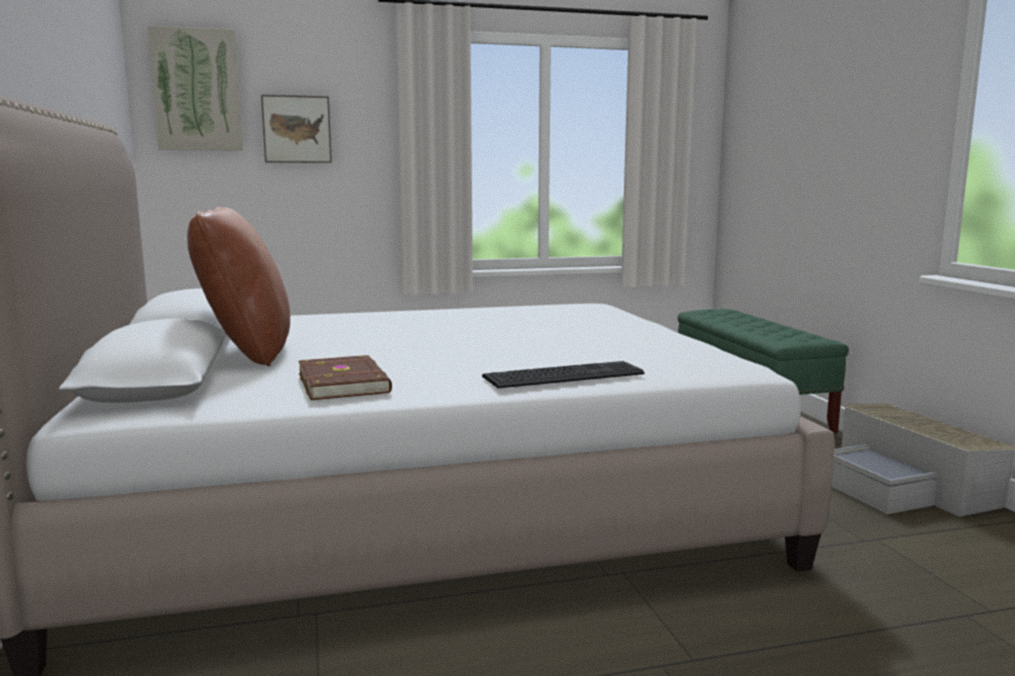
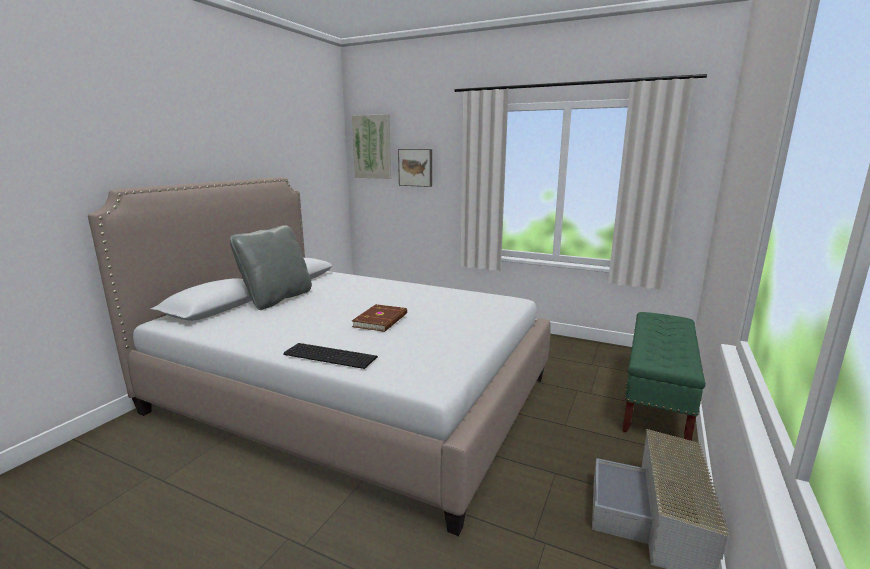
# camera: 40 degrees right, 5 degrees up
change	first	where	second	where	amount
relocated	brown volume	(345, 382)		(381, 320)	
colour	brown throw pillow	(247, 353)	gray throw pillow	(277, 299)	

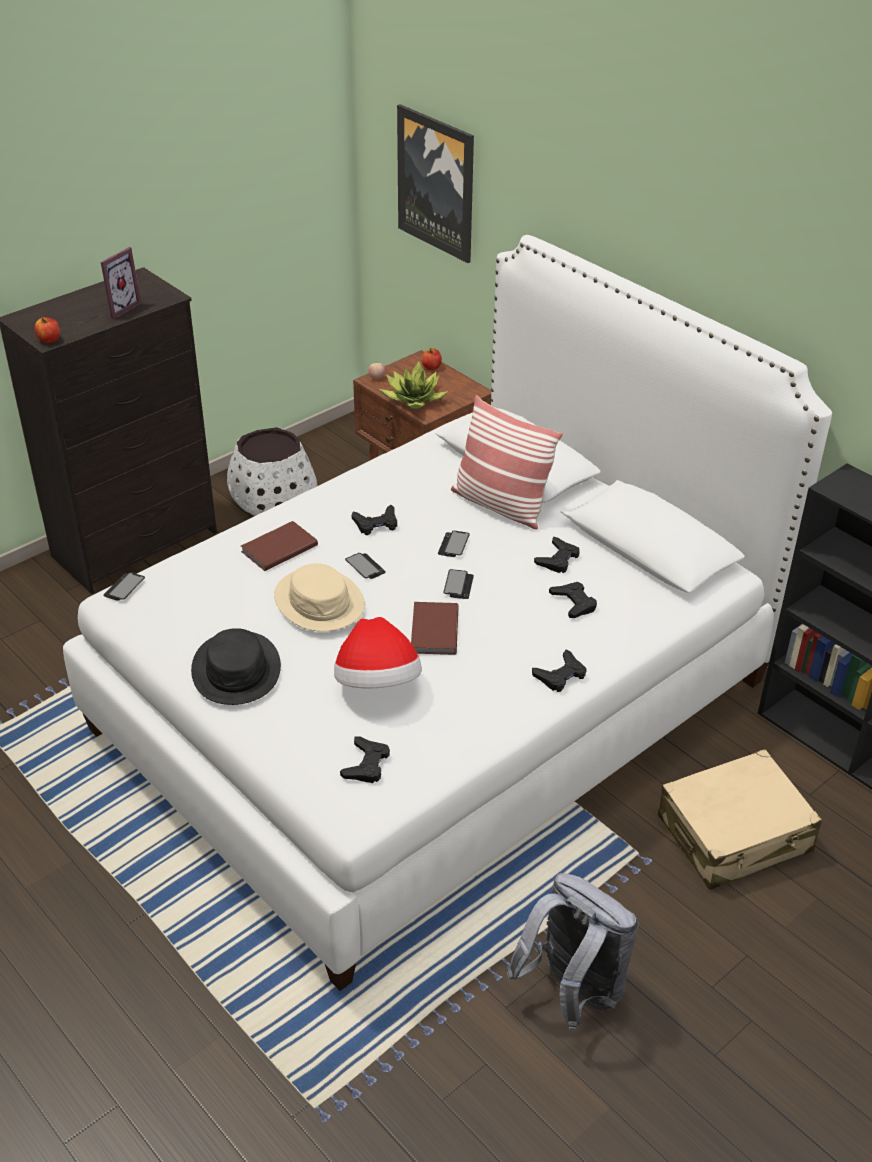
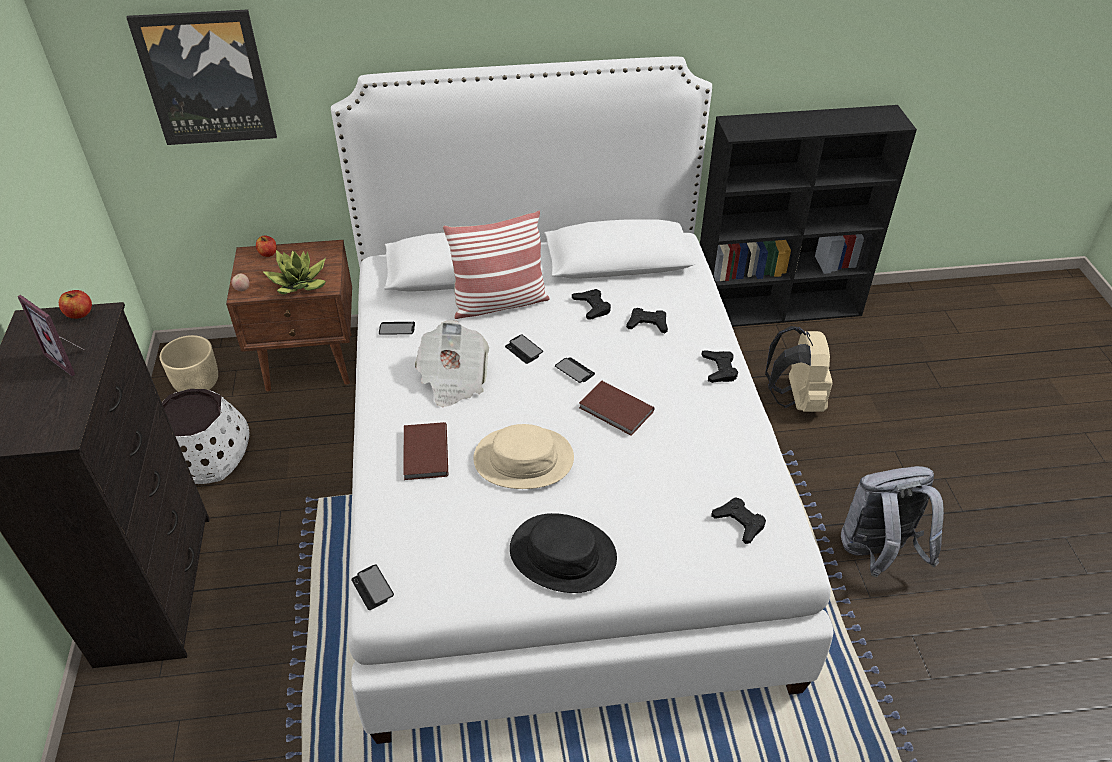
# camera: 55 degrees left, 5 degrees up
change	first	where	second	where	amount
missing	wearable hat	(378, 684)			
appeared			sand-coloured flower pot	(197, 383)	
relocated	whole apple	(49, 340)		(79, 313)	
relocated	telephone	(365, 567)		(397, 329)	
exchanged	black gamepad	(376, 524)	newspaper	(453, 379)	
exchanged	sand-coloured piece of luggage	(734, 834)	sand-coloured knapsack	(796, 399)	
spun	picture frame	(118, 308)		(71, 358)	150 degrees clockwise

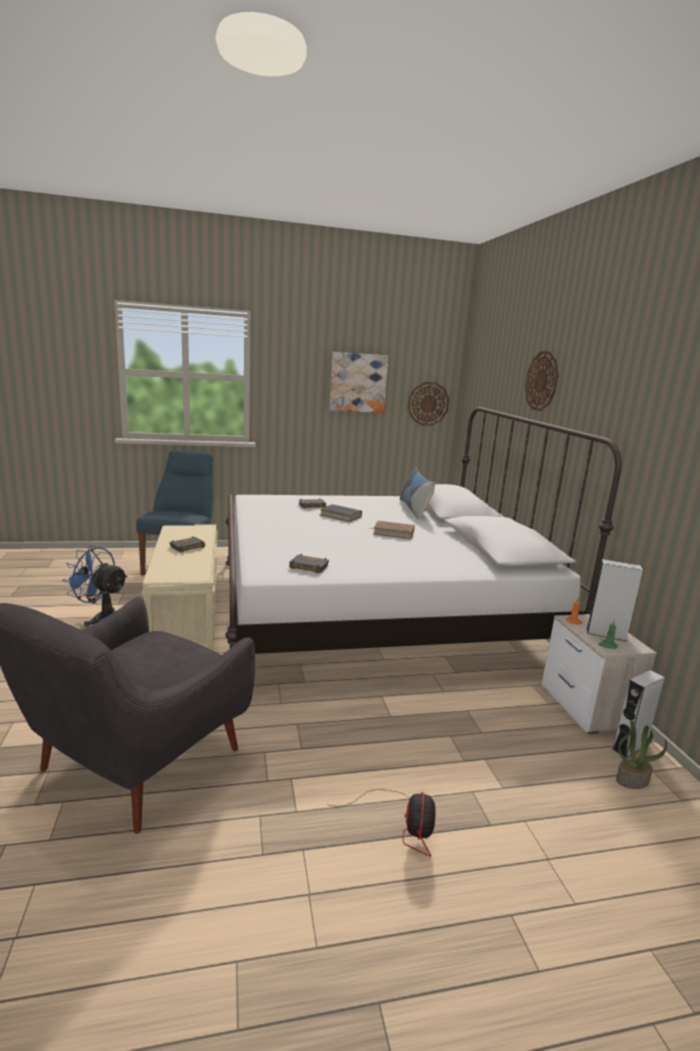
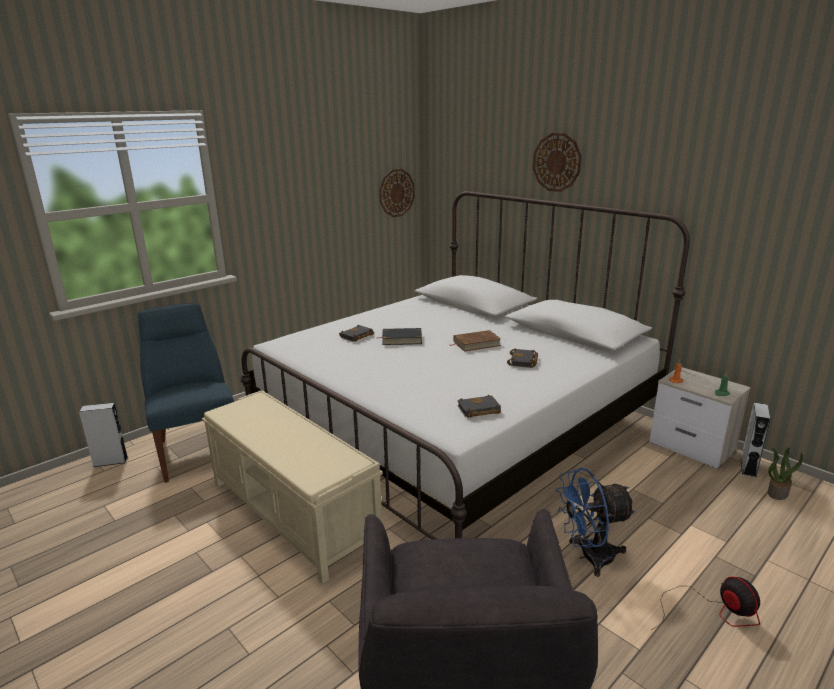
# camera: 30 degrees left, 5 degrees up
change	first	where	second	where	amount
missing	wall picture	(358, 382)			
missing	throw pillow	(414, 509)			
relocated	blue-coloured fan	(102, 619)		(589, 557)	
relocated	black volume	(187, 547)		(523, 361)	
relocated	gray loudspeaker	(606, 634)		(110, 461)	

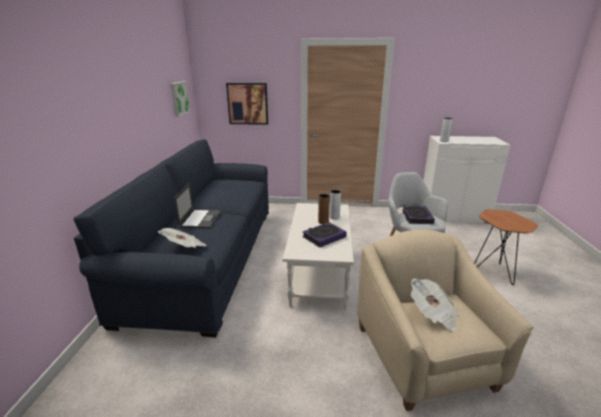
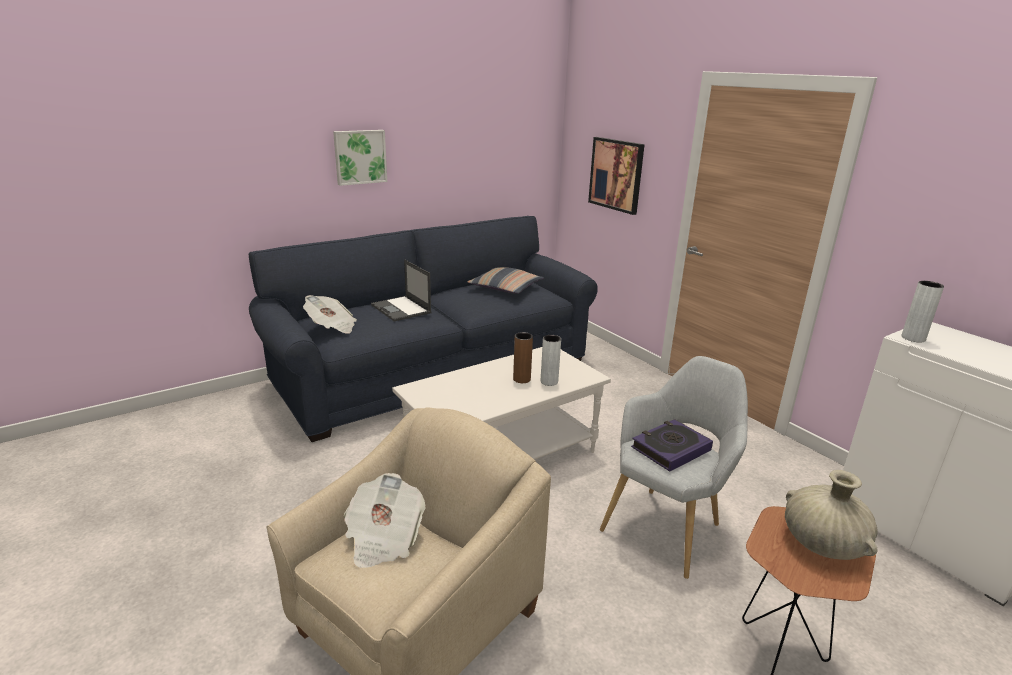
# camera: 50 degrees right, 0 degrees up
change	first	where	second	where	amount
missing	volume	(324, 237)			
appeared			throw pillow	(505, 288)	
appeared			sand-coloured decorative vase	(822, 543)	
relocated	wall picture	(179, 98)		(360, 157)	
spun	portable computer	(200, 219)		(401, 309)	90 degrees clockwise

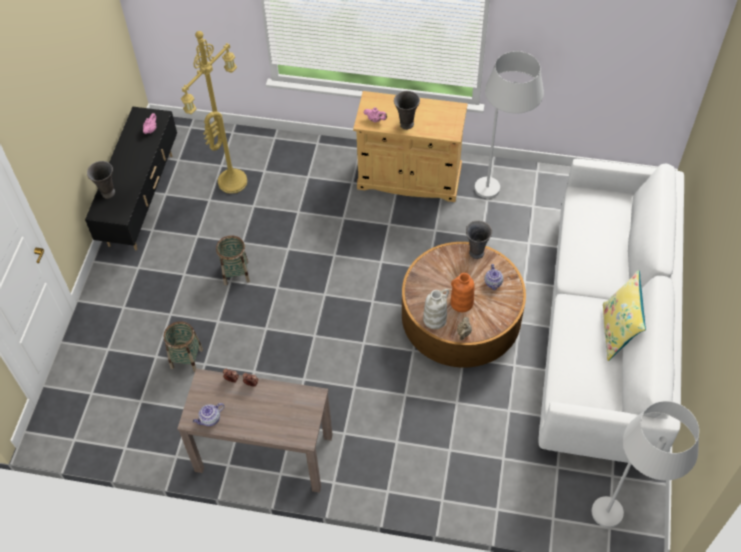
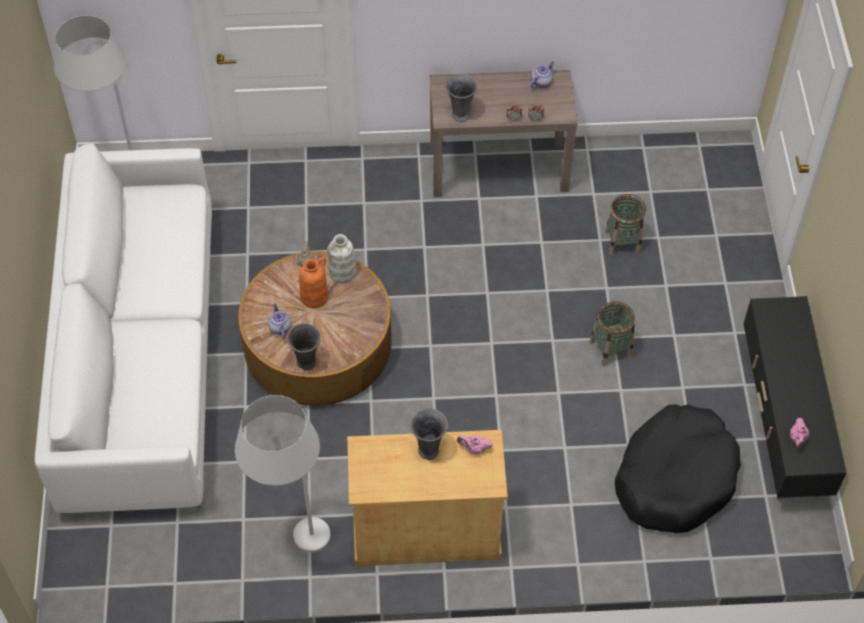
# camera: 165 degrees right, 0 degrees up
change	first	where	second	where	amount
missing	yellowish throw pillow	(617, 332)			
relocated	gray decorative vase	(107, 193)		(460, 114)	
exchanged	yellowish standard lamp	(231, 180)	black pet bed	(675, 477)	

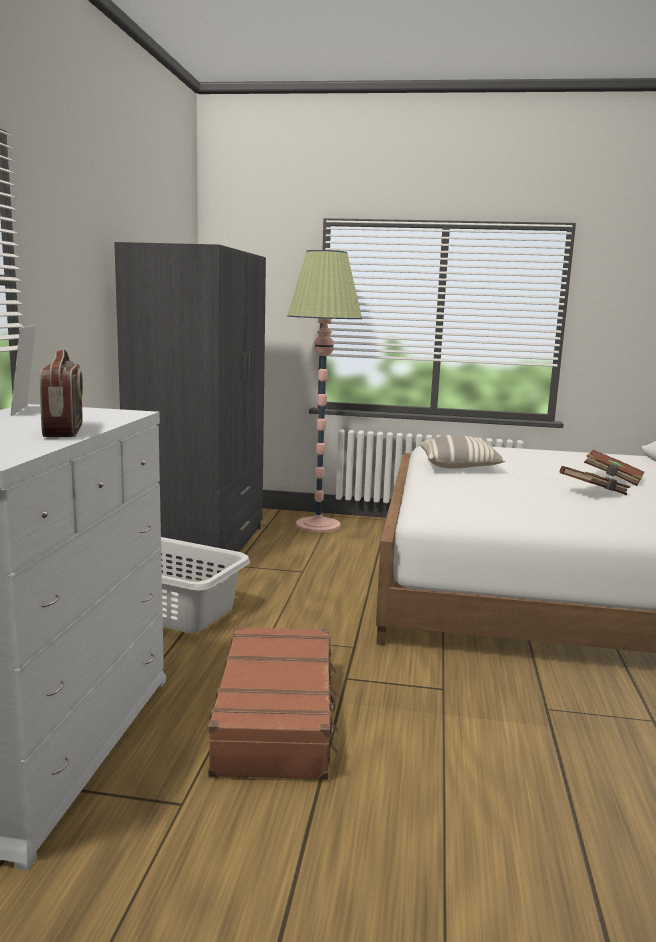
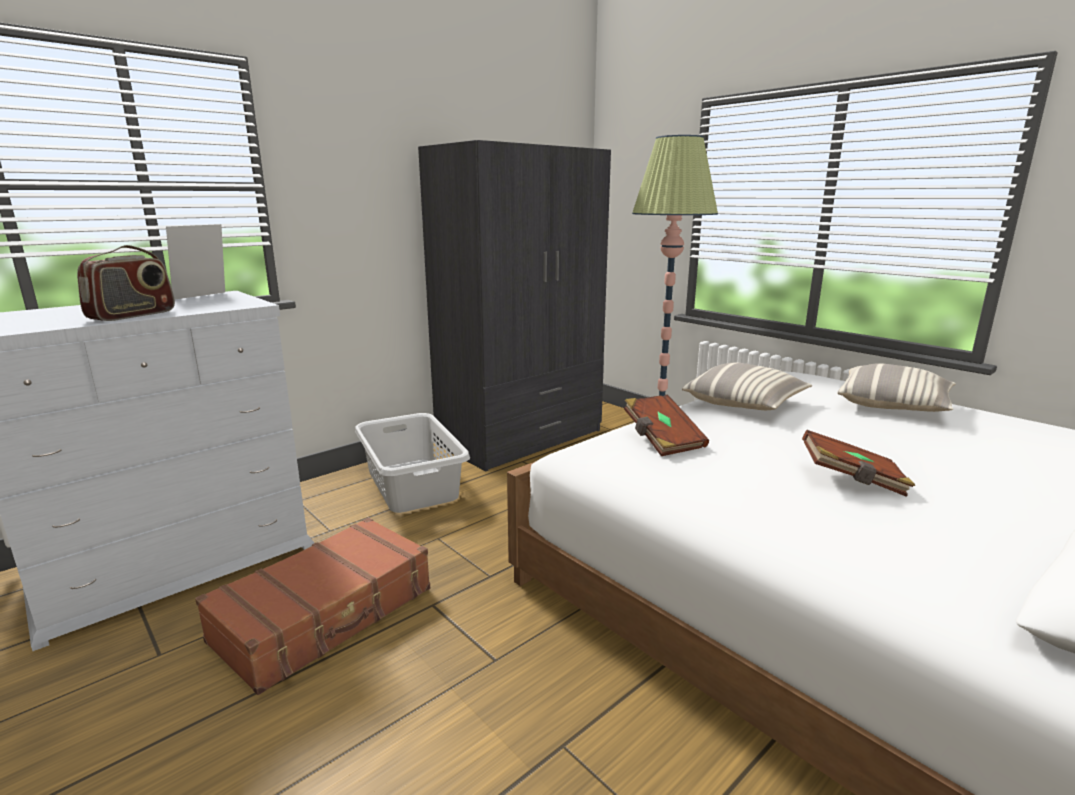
# camera: 40 degrees right, 5 degrees up
change	first	where	second	where	amount
appeared			throw pillow	(893, 406)	
relocated	brown volume	(612, 479)		(662, 440)	

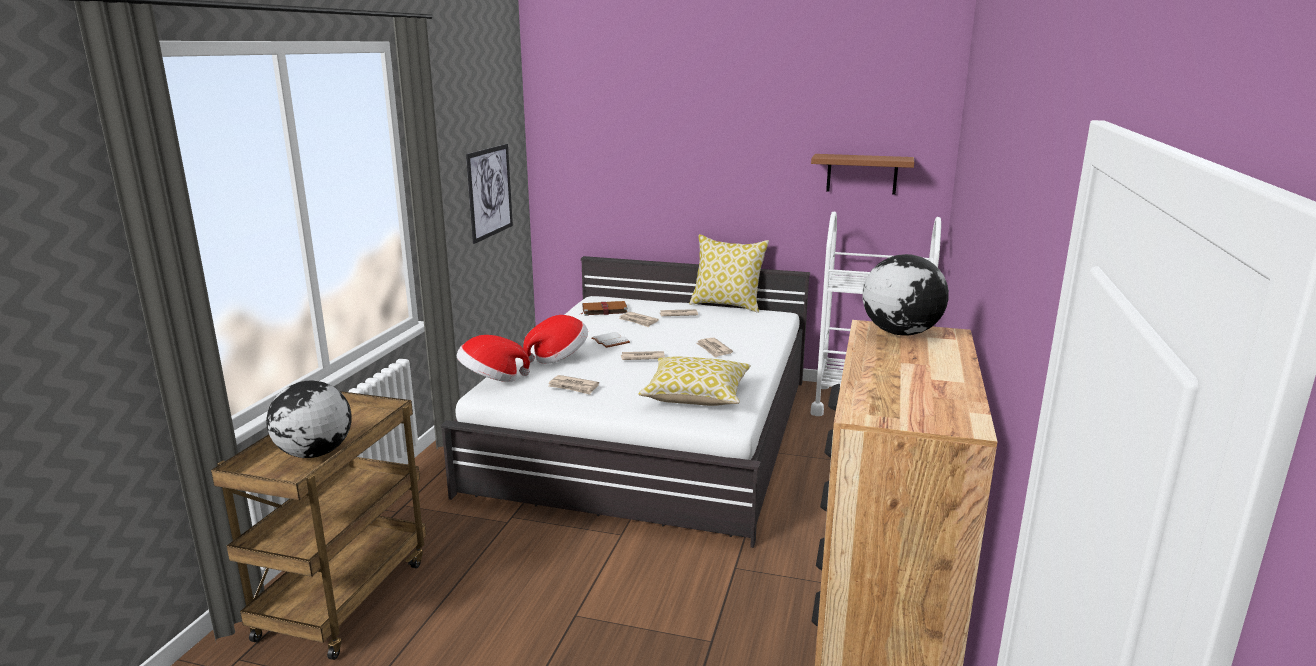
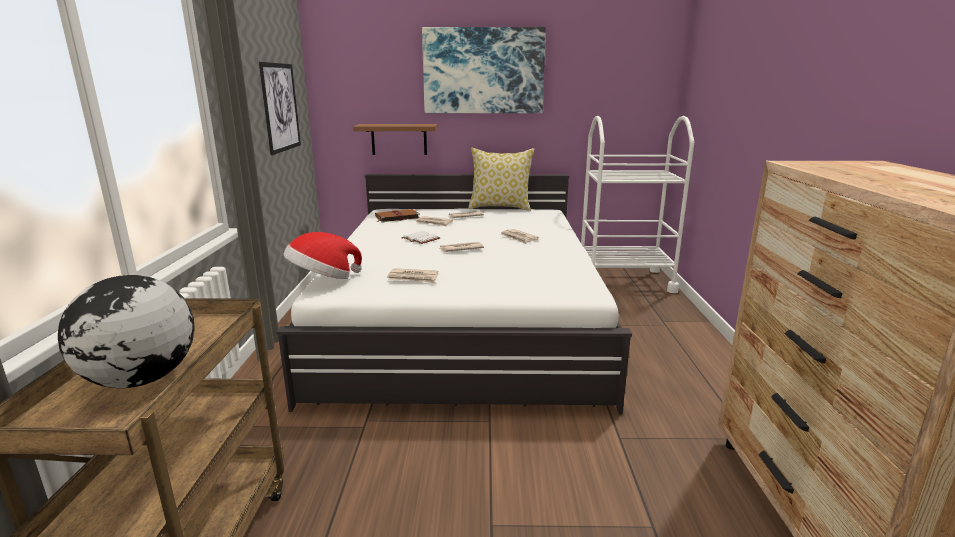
# camera: 15 degrees left, 0 degrees up
change	first	where	second	where	amount
missing	wearable hat	(558, 357)			
missing	throw pillow	(696, 396)			
missing	desk globe	(900, 333)			
appeared			wall picture	(483, 71)	
relocated	brown shelf	(862, 174)		(399, 139)	

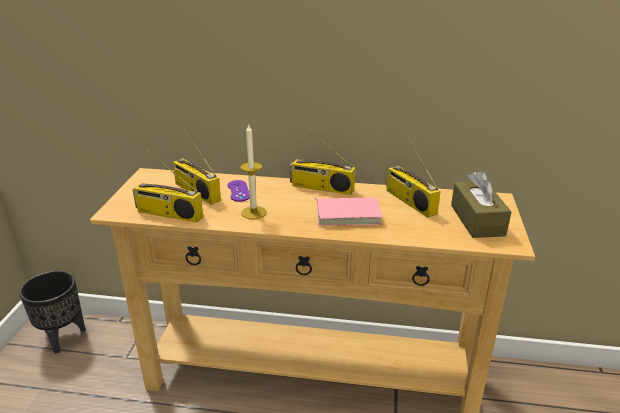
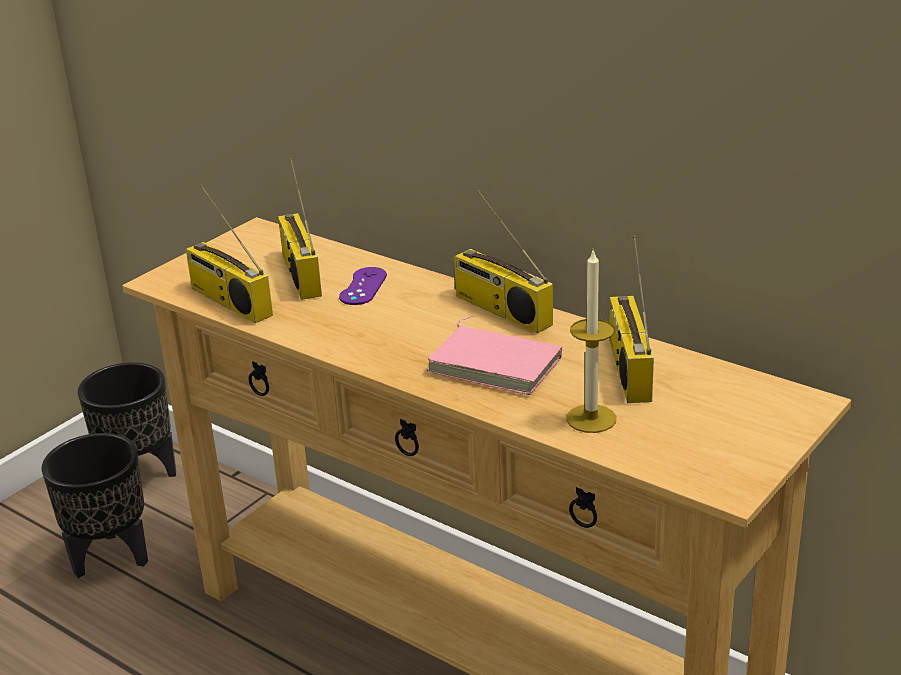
# camera: 30 degrees right, 0 degrees up
change	first	where	second	where	amount
missing	brown tissue box	(477, 220)			
appeared			black flower pot	(109, 558)	
relocated	wax candle	(253, 212)		(591, 418)	

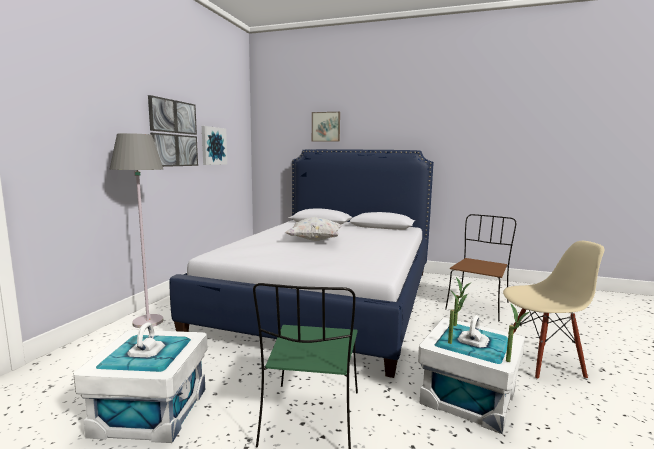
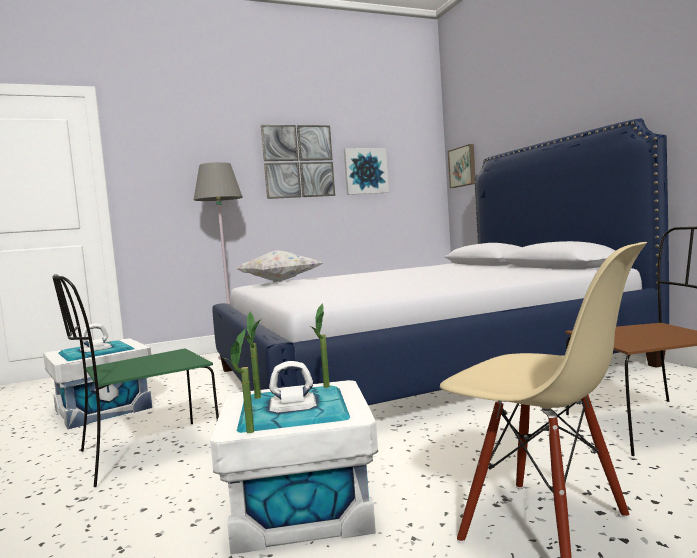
# camera: 50 degrees right, 5 degrees down
change	first	where	second	where	amount
relocated	white-coloured throw pillow	(314, 240)		(279, 281)	
relocated	wall picture	(326, 127)		(463, 166)	

